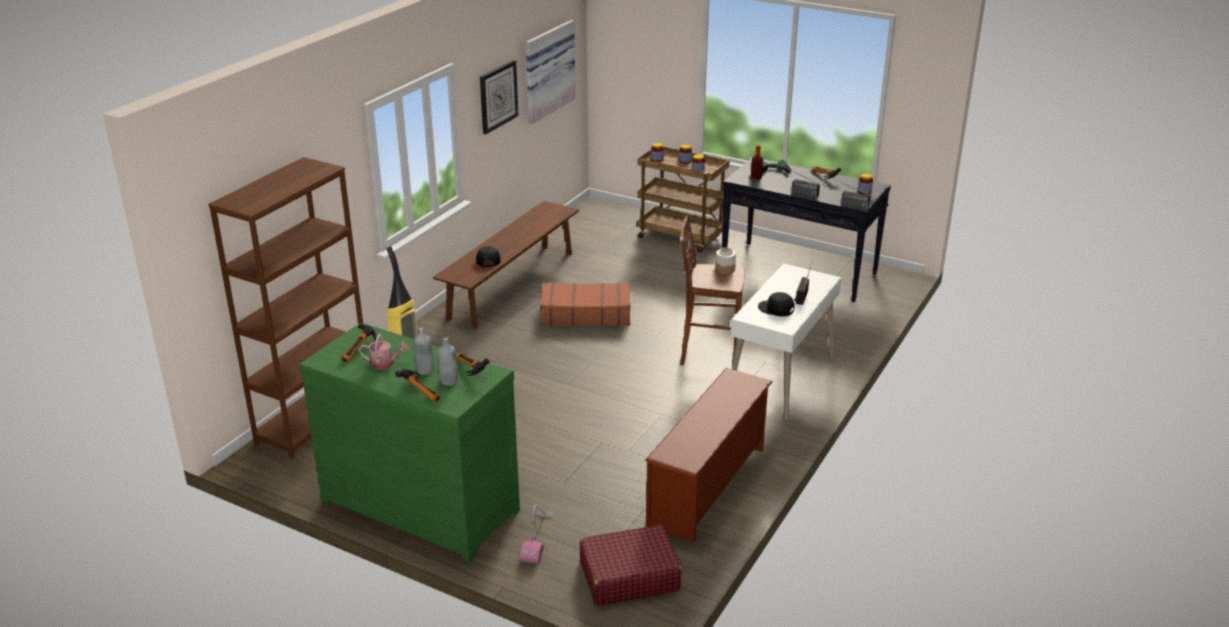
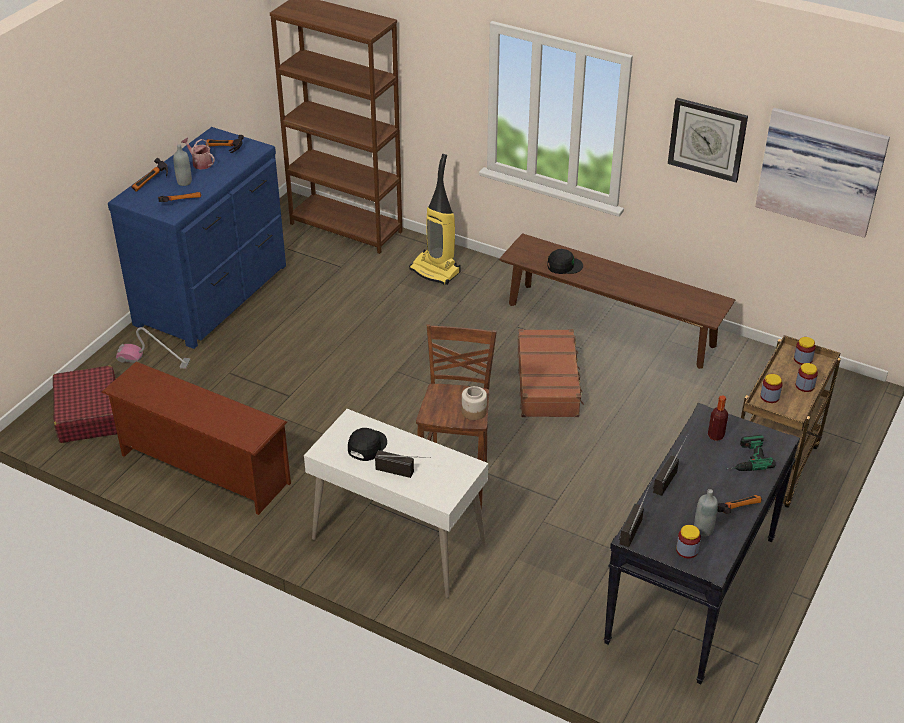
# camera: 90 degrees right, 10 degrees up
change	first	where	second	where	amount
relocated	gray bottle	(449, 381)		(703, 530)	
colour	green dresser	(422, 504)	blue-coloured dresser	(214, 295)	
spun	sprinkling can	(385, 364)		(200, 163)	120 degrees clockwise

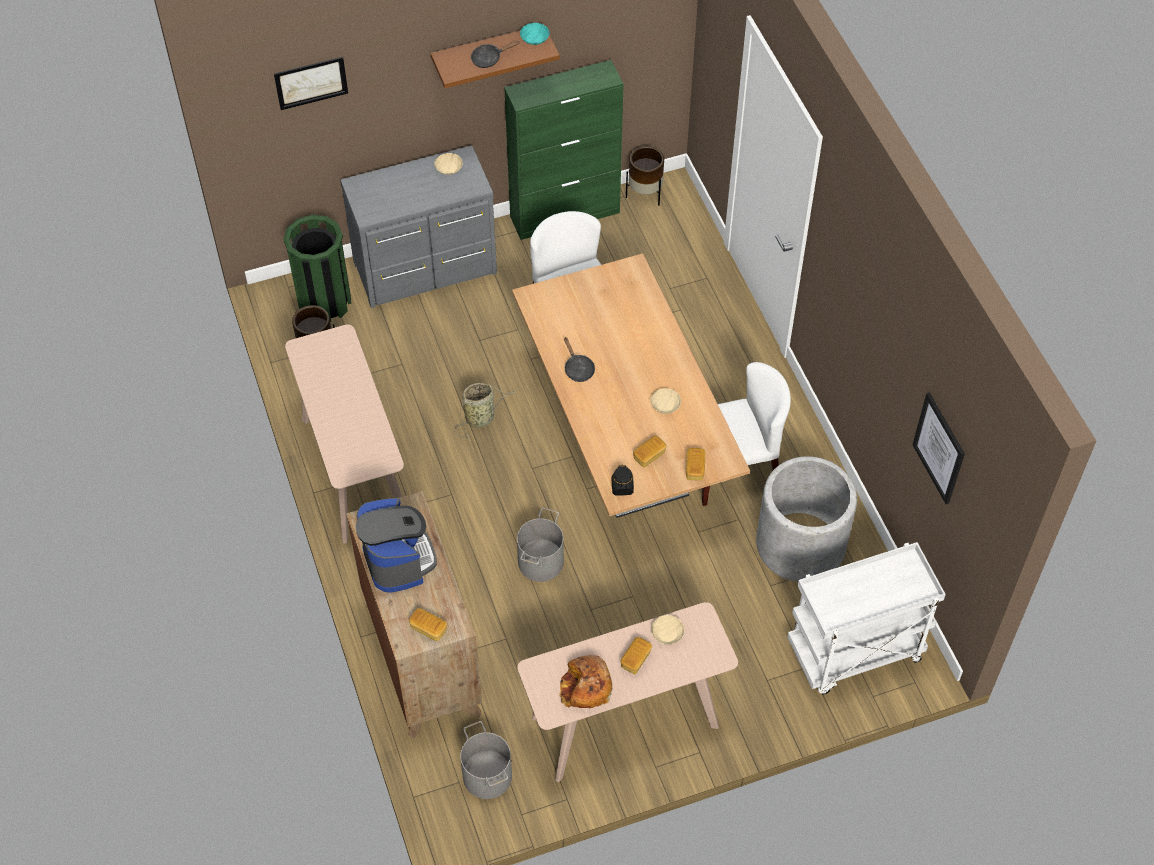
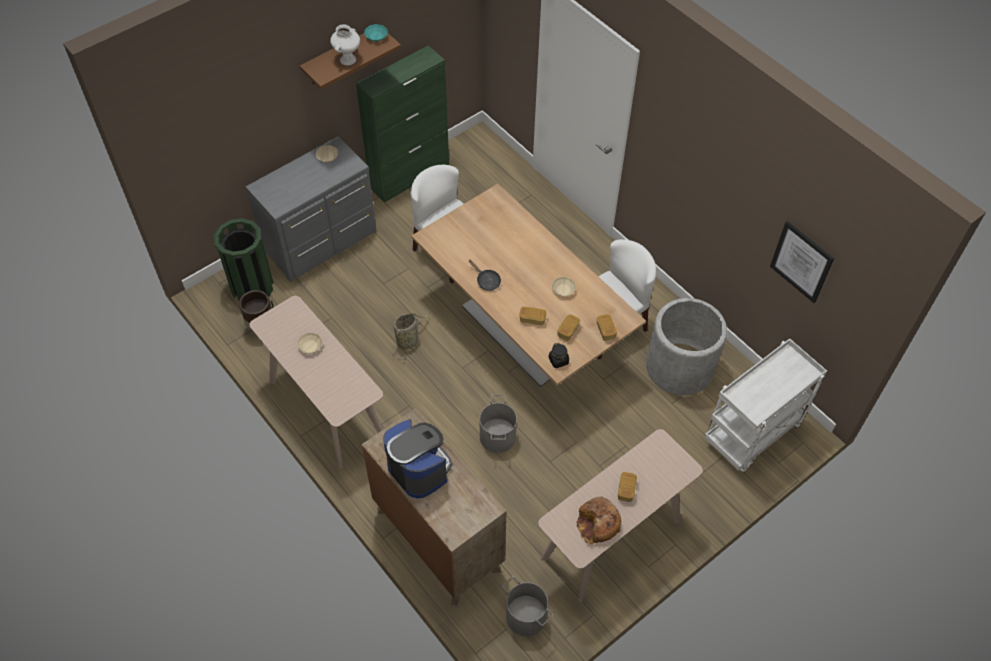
# camera: 20 degrees left, 0 degrees up
change	first	where	second	where	amount
missing	wall picture	(311, 82)			
missing	brown flower pot	(645, 194)			
relocated	baked bread	(428, 629)		(532, 319)	
relocated	sand-coloured bowl	(666, 634)		(309, 347)	
exchanged	black frying pan	(489, 58)	white-coloured decorative vase	(347, 59)	

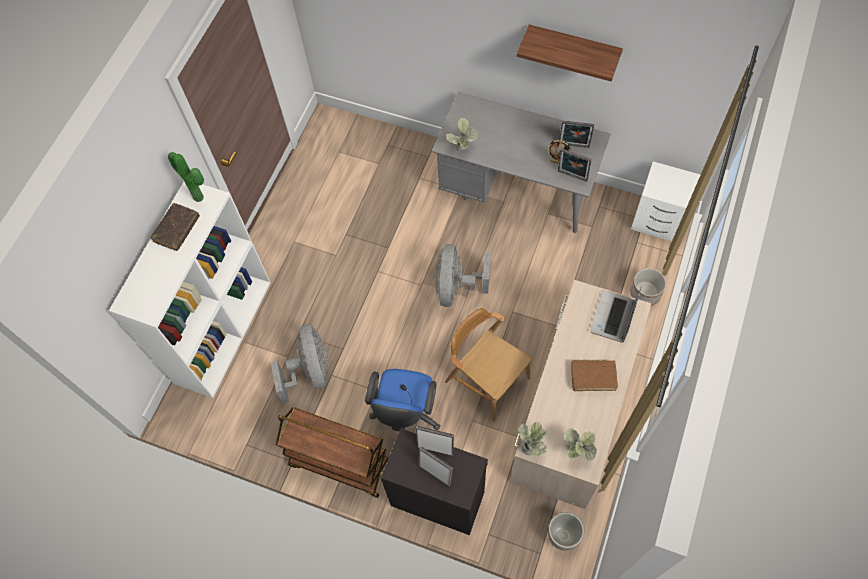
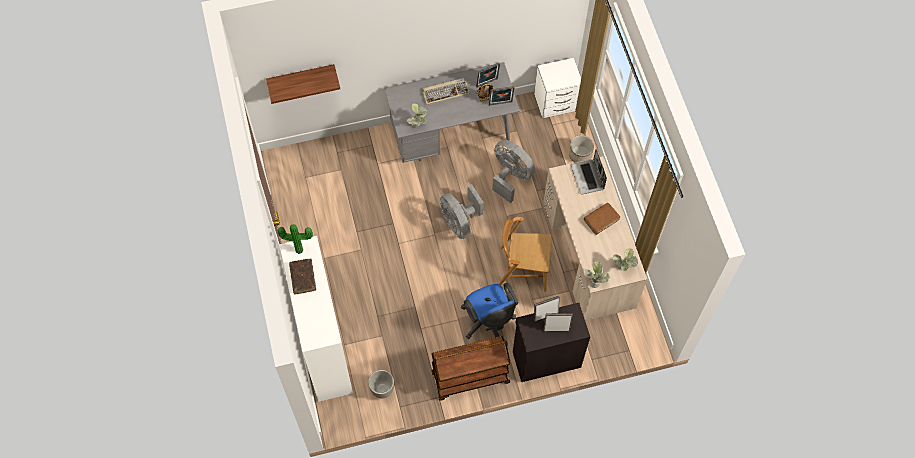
# camera: 40 degrees left, 0 degrees up
change	first	where	second	where	amount
appeared			computer keyboard	(446, 92)	
relocated	gray fan	(310, 371)		(510, 176)	
relocated	shelf	(573, 47)		(301, 78)	
relocated	flower pot	(563, 536)		(382, 390)	

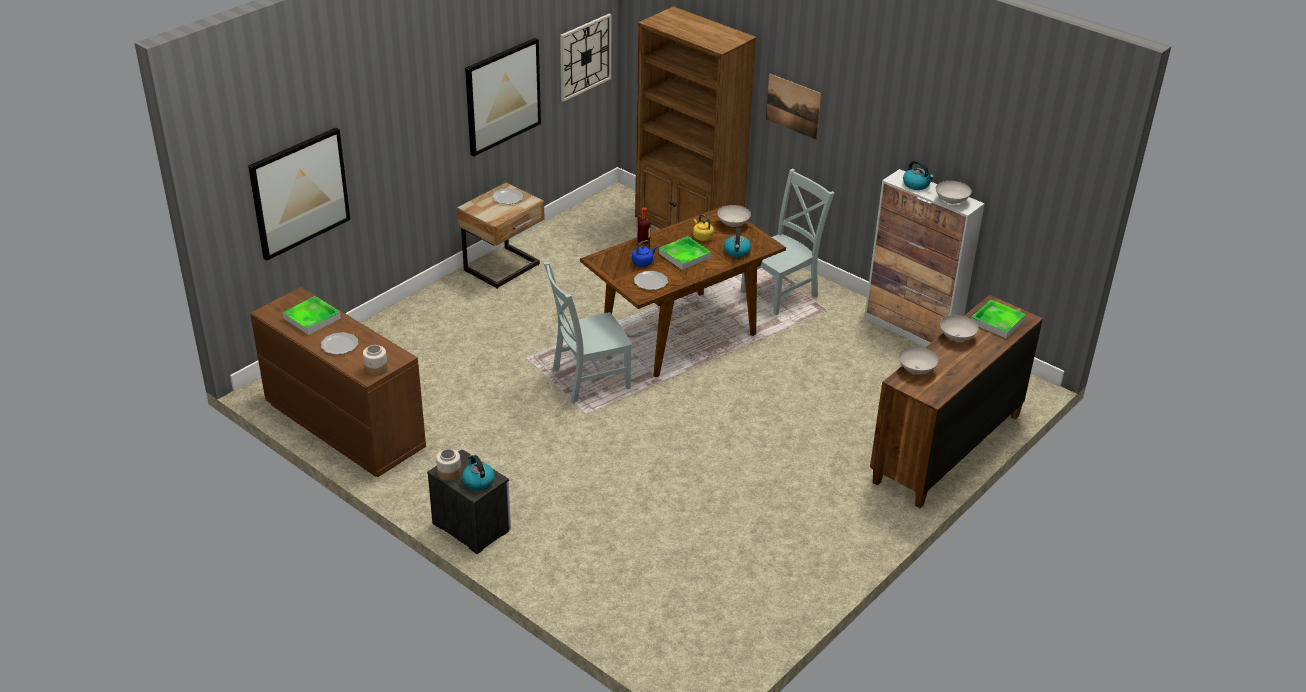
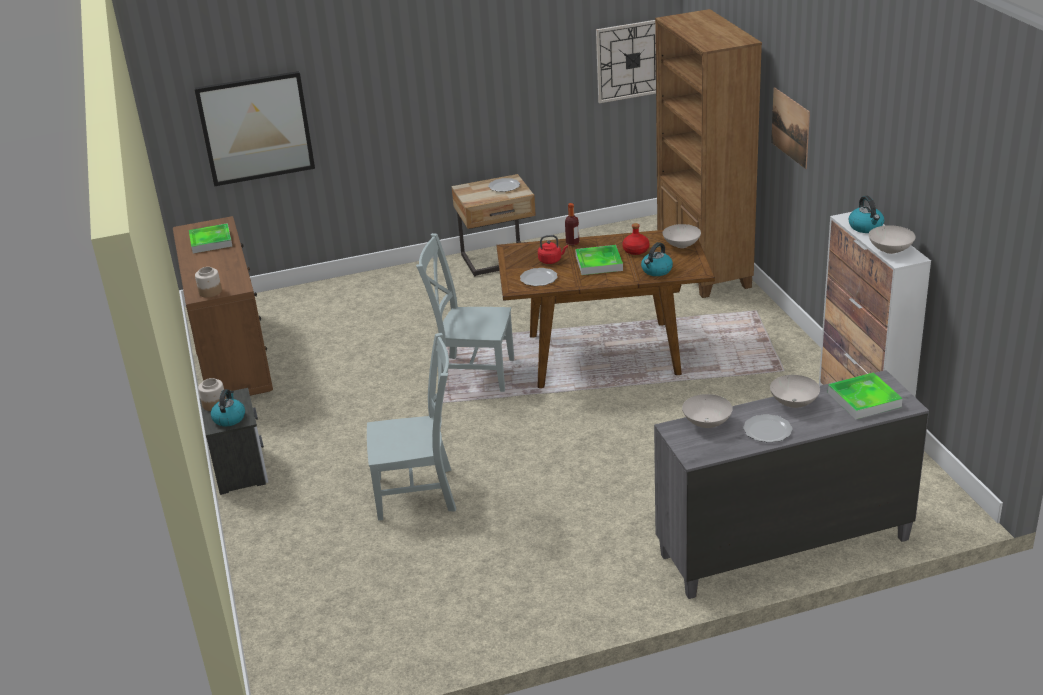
# camera: 35 degrees right, 5 degrees down
change	first	where	second	where	amount
missing	wall picture	(502, 96)			
relocated	dinner plate	(340, 345)		(768, 430)	
relocated	gray plain chair	(781, 293)		(419, 493)	
exchanged	yellowish tea kettle	(702, 237)	reddish bottle	(635, 250)	
colour	blue-coloured tea kettle	(643, 262)	reddish tea kettle	(551, 260)	
colour	brown dresser	(946, 448)	gray dresser	(782, 546)	

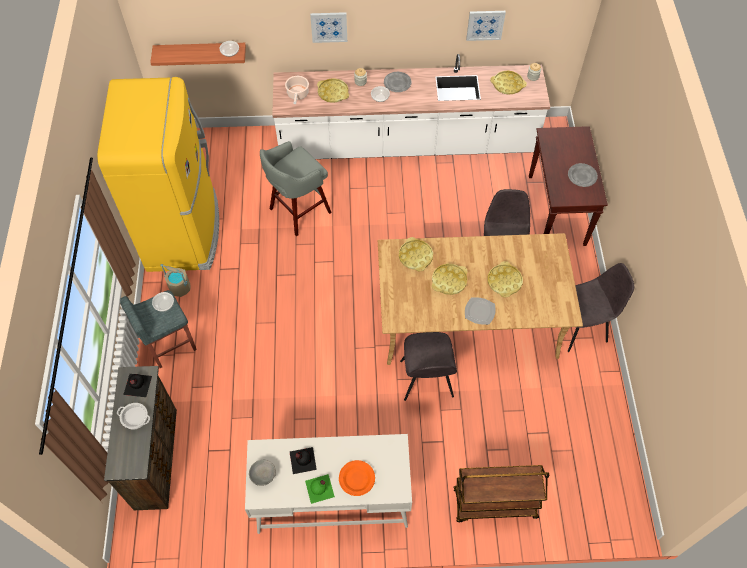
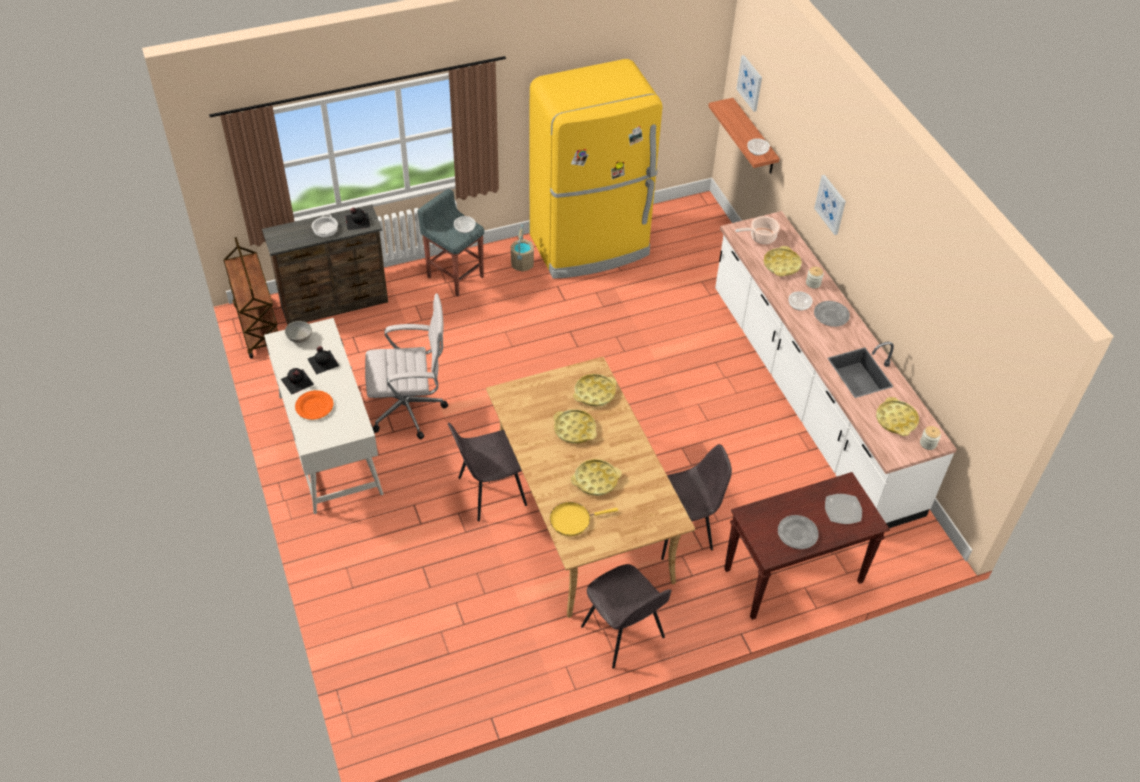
# camera: 70 degrees right, 10 degrees down
change	first	where	second	where	amount
missing	gray sitting stool	(298, 211)			
appeared			white-coloured office chair	(411, 410)	
appeared			yellowish frying pan	(573, 520)	
relocated	brown trolley	(494, 504)		(258, 327)	
relocated	dinner plate	(479, 311)		(843, 509)	
relocated	wall picture	(485, 25)		(750, 83)	
colour	green bottle	(320, 489)	black bottle	(297, 382)	

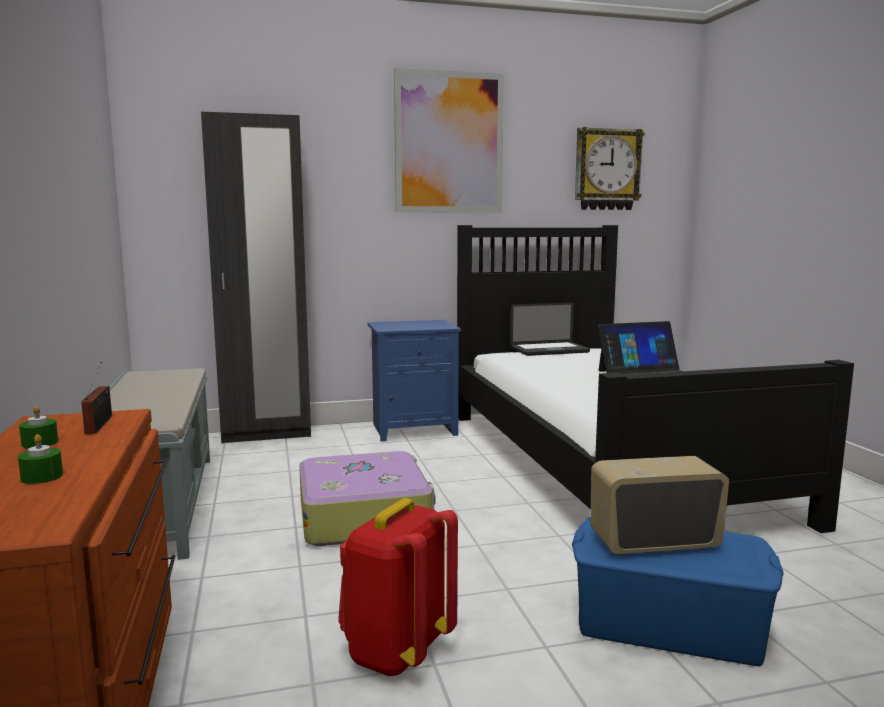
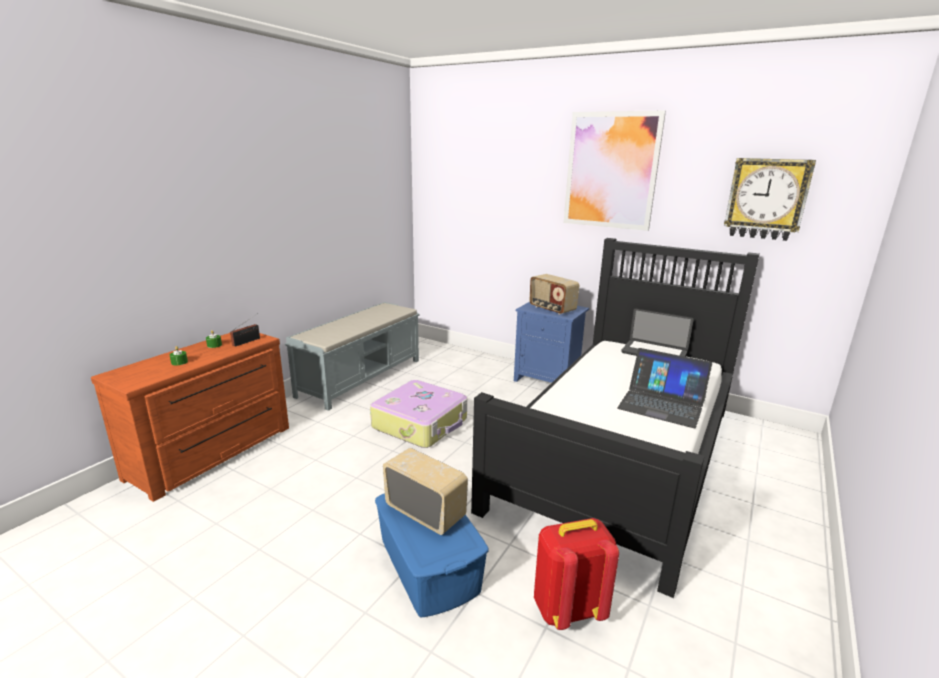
# camera: 45 degrees right, 10 degrees up
change	first	where	second	where	amount
missing	black armoire	(266, 435)			
appeared			radio receiver	(551, 309)	
relocated	reddish knapsack	(396, 652)		(568, 608)	

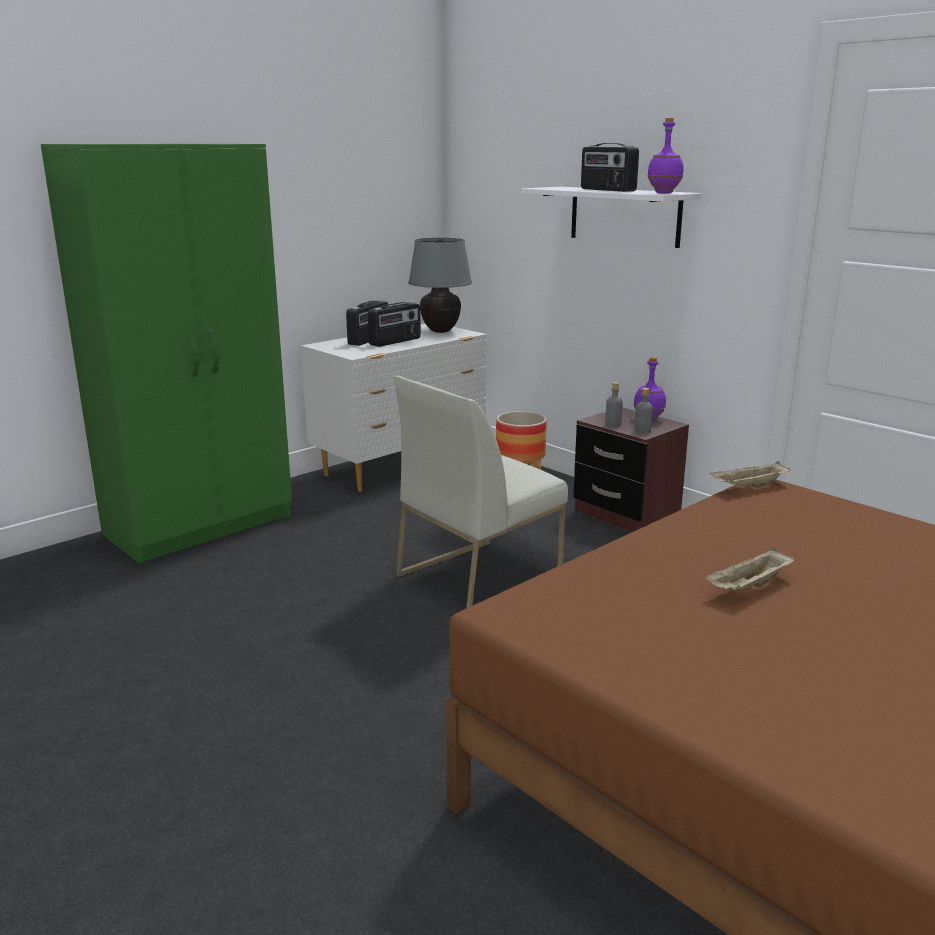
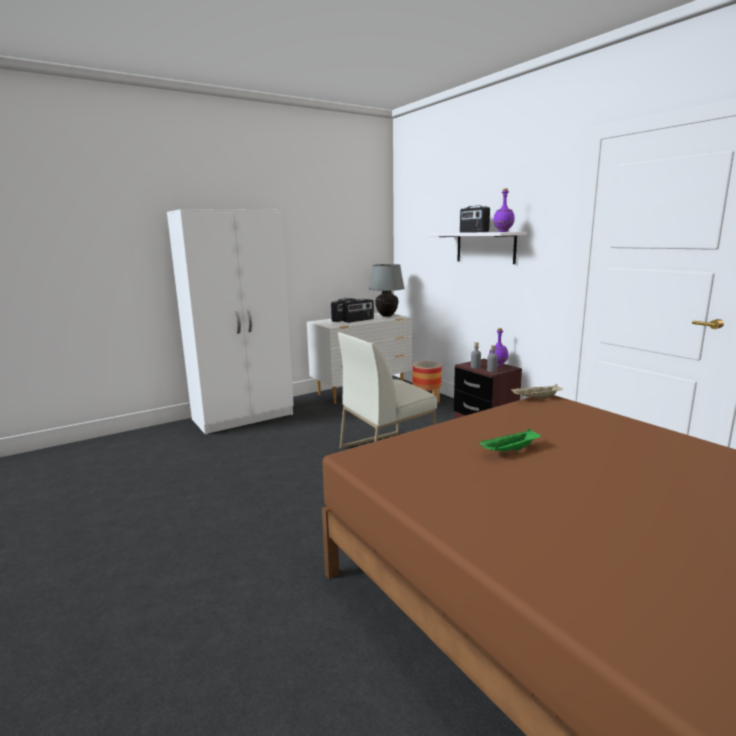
# camera: 10 degrees right, 5 degrees down
change	first	where	second	where	amount
colour	green armoire	(202, 525)	white-coloured armoire	(244, 417)	
colour	sand-coloured carrying tray	(749, 587)	green carrying tray	(509, 451)	

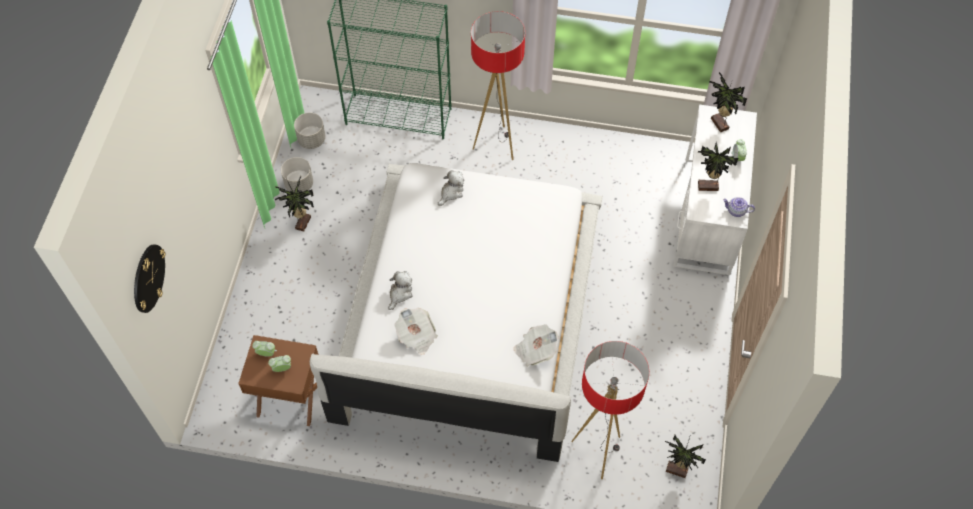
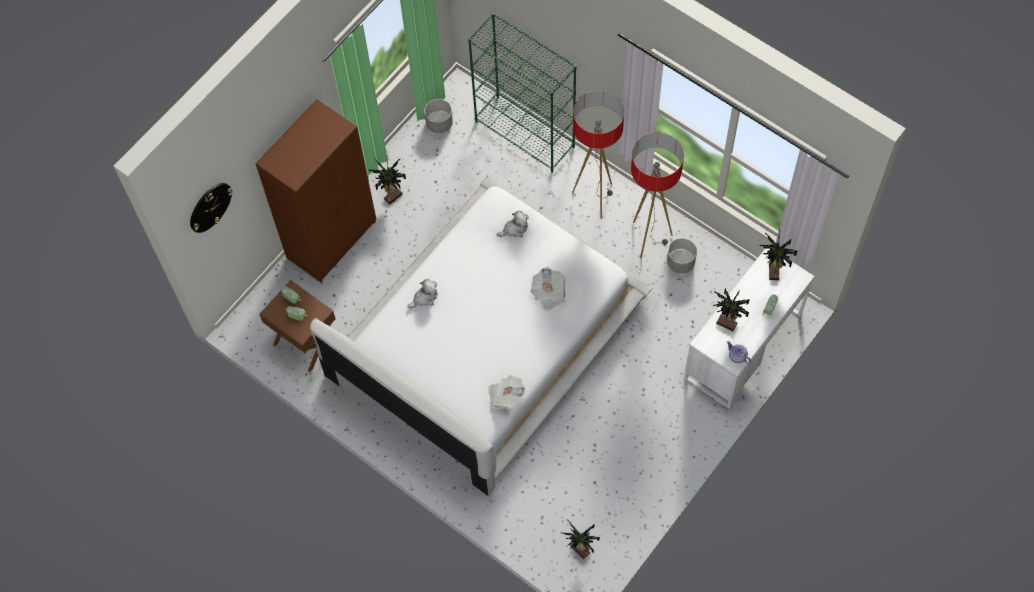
# camera: 30 degrees right, 5 degrees up
change	first	where	second	where	amount
appeared			brown armoire	(333, 240)	
relocated	gray flower pot	(299, 184)		(680, 263)	
relocated	newspaper	(416, 336)		(548, 294)	
relocated	standard lamp	(598, 452)		(649, 238)	

